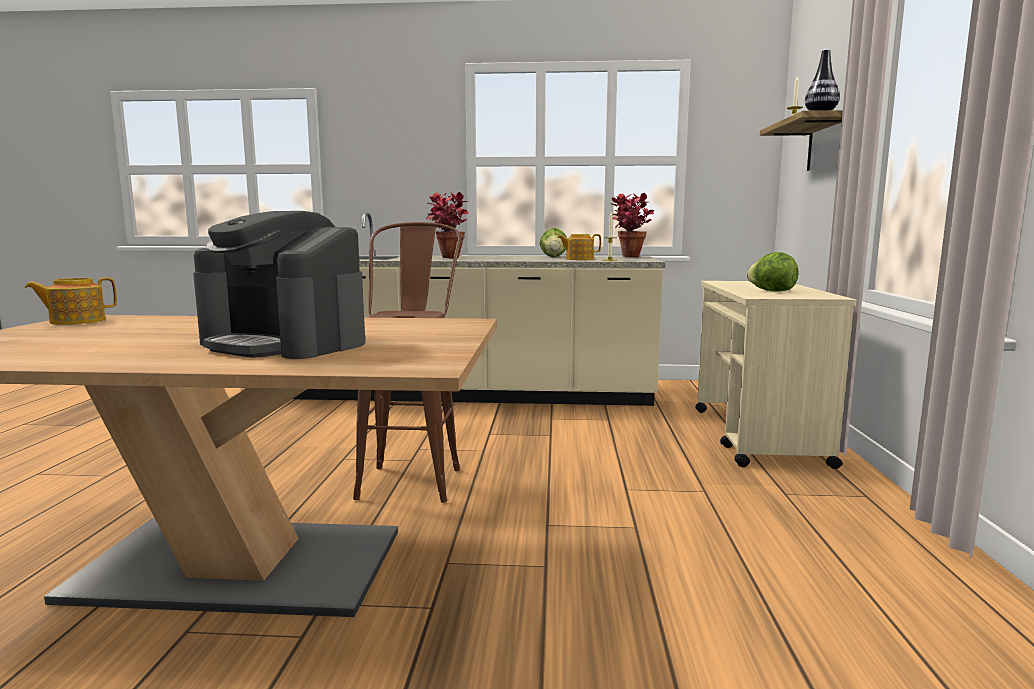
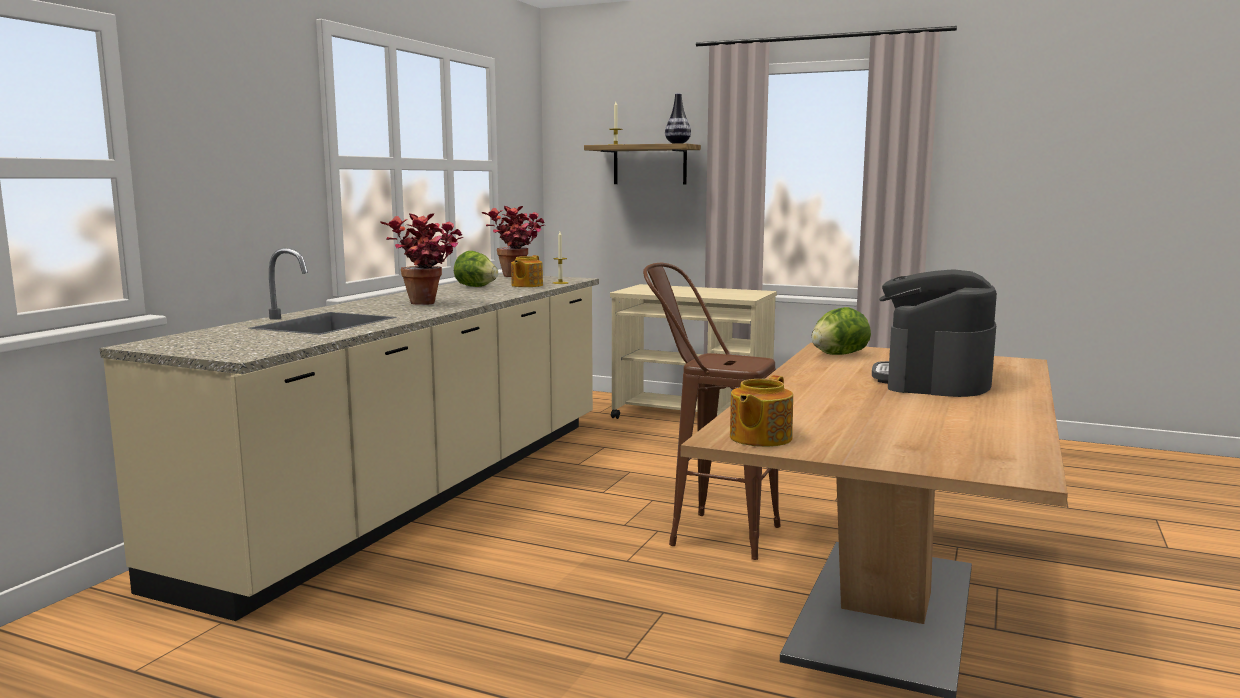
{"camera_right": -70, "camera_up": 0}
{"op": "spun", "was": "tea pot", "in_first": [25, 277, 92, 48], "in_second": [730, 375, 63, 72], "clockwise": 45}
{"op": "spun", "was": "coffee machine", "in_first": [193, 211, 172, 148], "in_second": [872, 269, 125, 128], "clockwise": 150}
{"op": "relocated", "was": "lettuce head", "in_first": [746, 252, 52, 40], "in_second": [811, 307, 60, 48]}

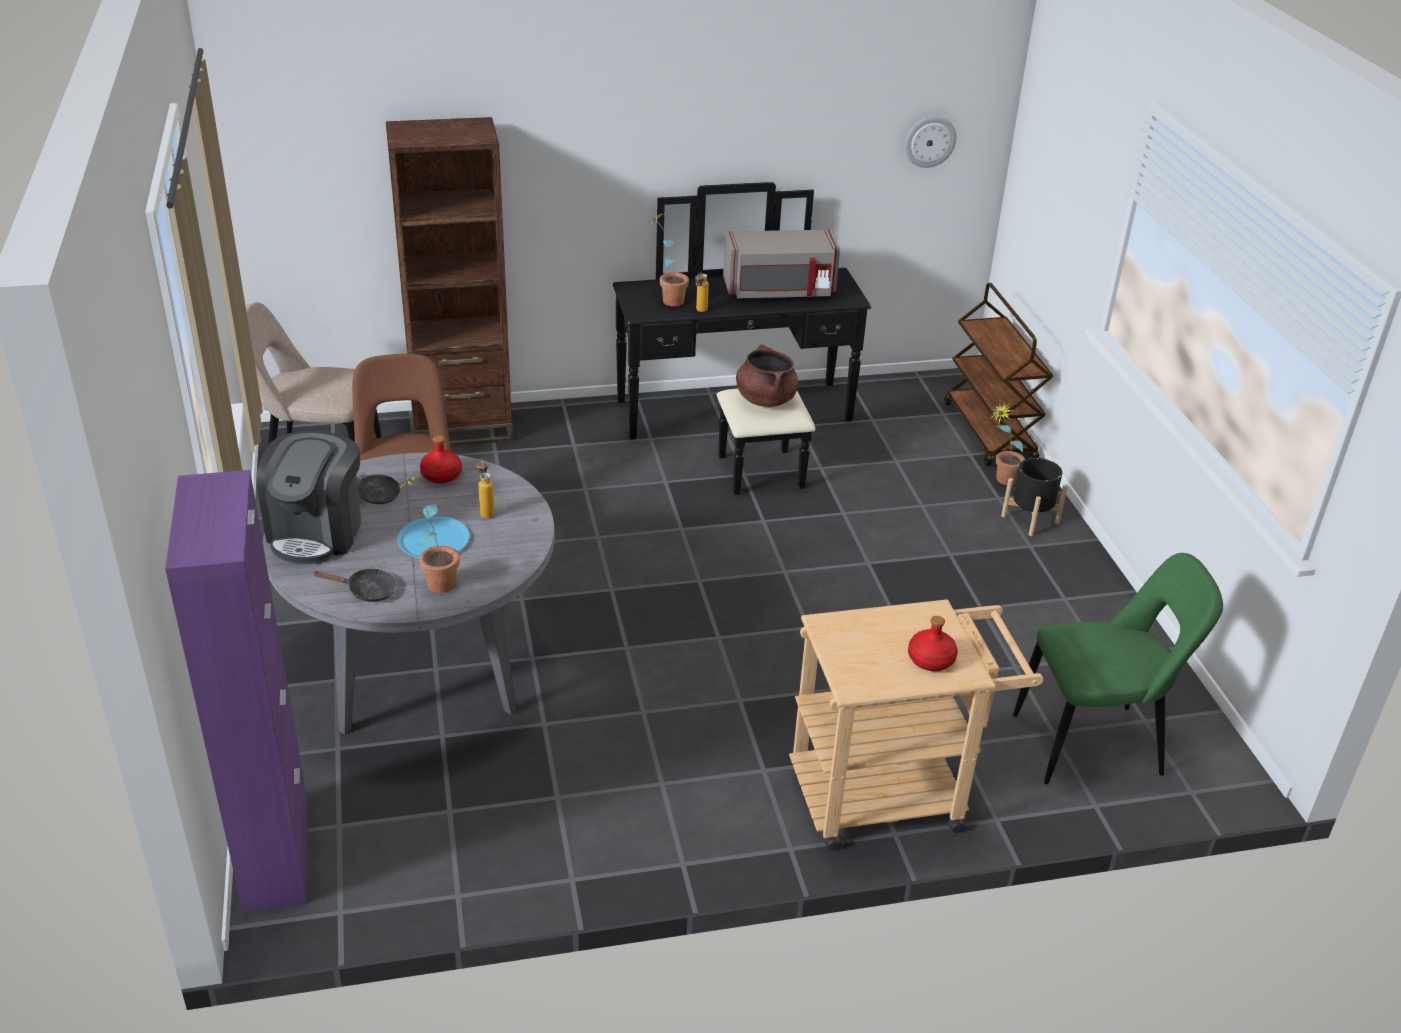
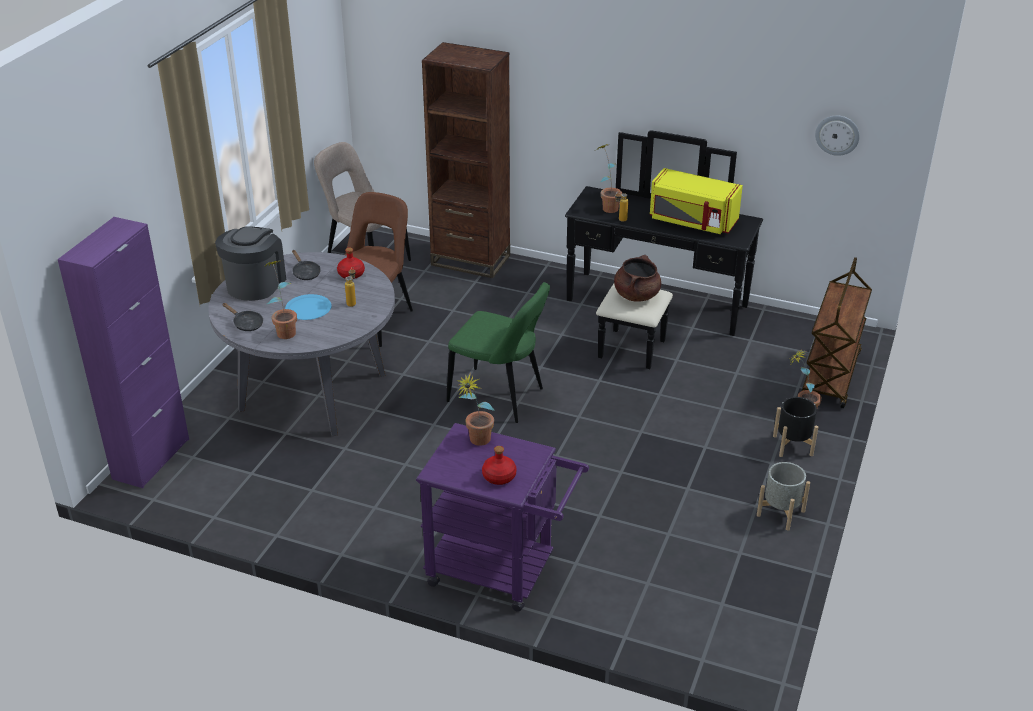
{"camera_right": 35, "camera_up": 0}
{"op": "spun", "was": "coffee machine", "in_first": [256, 431, 105, 133], "in_second": [215, 226, 71, 75], "clockwise": 150}
{"op": "colour", "was": "grey microwave", "now": "yellow microwave", "in_first": [723, 229, 117, 69], "in_second": [650, 168, 93, 66]}
{"op": "colour", "was": "sand-coloured trolley", "now": "purplish trolley", "in_first": [789, 599, 254, 252], "in_second": [416, 423, 173, 189]}
{"op": "relocated", "was": "greenish upright chair", "in_first": [1013, 553, 210, 231], "in_second": [447, 282, 103, 141]}
{"op": "appeared", "now": "plant in a pot", "in_second": [457, 372, 37, 74]}
{"op": "appeared", "now": "grey planter", "in_second": [757, 462, 53, 69]}

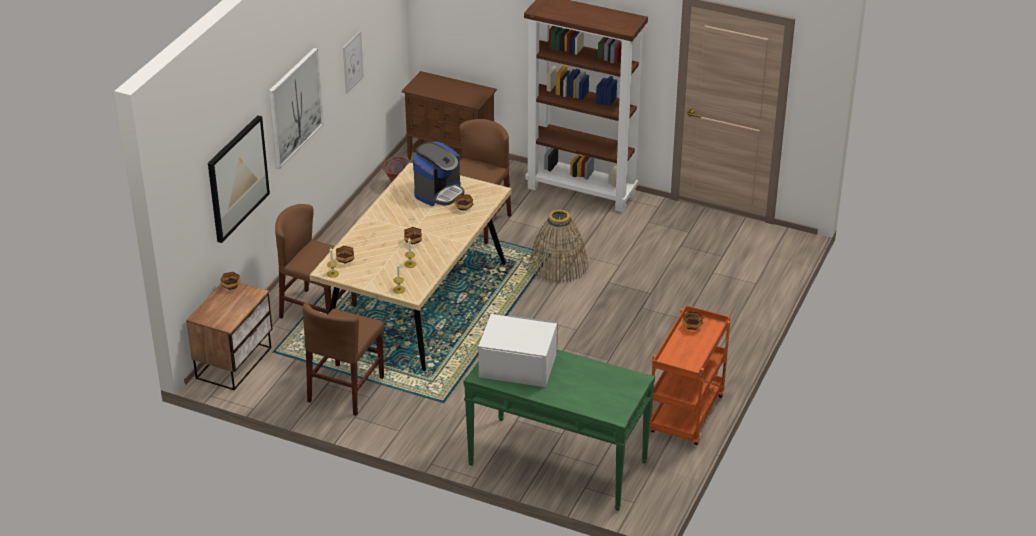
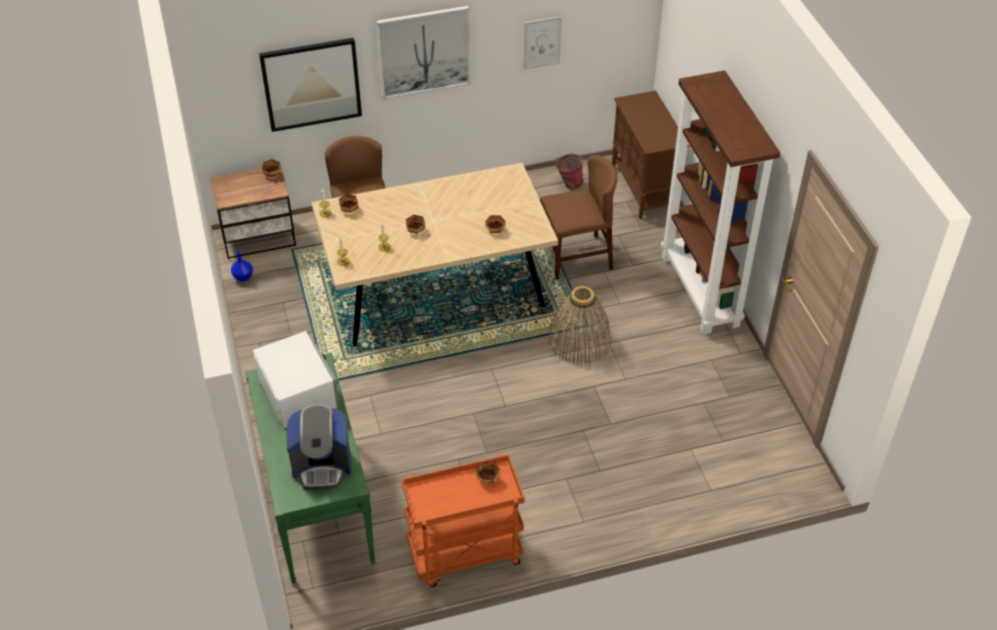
{"camera_right": 50, "camera_up": 10}
{"op": "missing", "was": "brown upright chair", "in_first": [303, 303, 81, 113]}
{"op": "relocated", "was": "coffee machine", "in_first": [413, 142, 52, 64], "in_second": [287, 404, 65, 86]}
{"op": "appeared", "now": "blue-coloured flower vase", "in_second": [231, 251, 22, 31]}

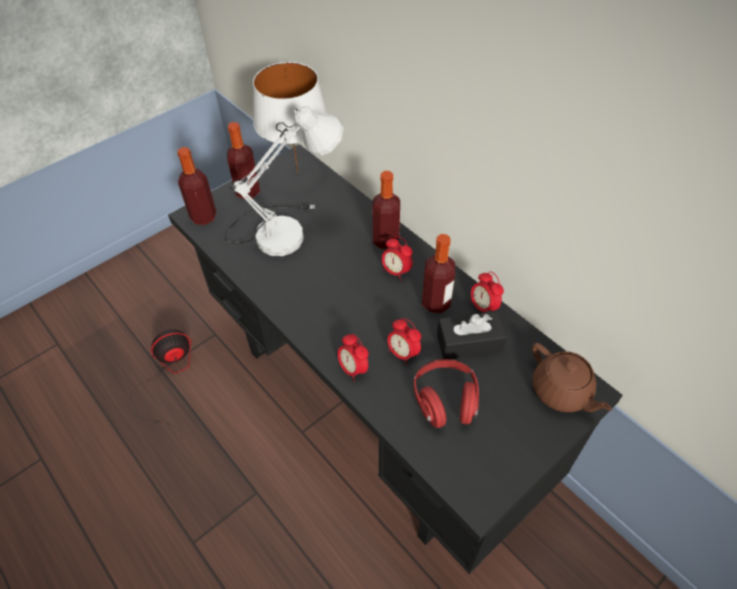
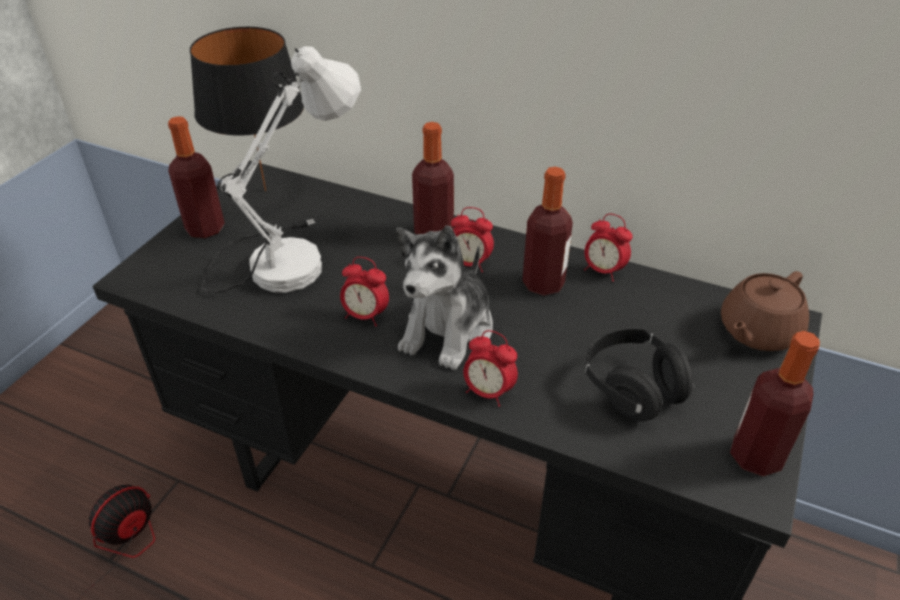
{"camera_right": -25, "camera_up": -10}
{"op": "relocated", "was": "drink bottle", "in_first": [177, 147, 40, 78], "in_second": [730, 331, 90, 145]}
{"op": "colour", "was": "whitish tabletop lamp", "now": "black tabletop lamp", "in_first": [253, 62, 74, 111], "in_second": [190, 27, 114, 164]}
{"op": "relocated", "was": "bedside clock", "in_first": [387, 318, 34, 47], "in_second": [340, 257, 49, 69]}
{"op": "colour", "was": "red headphones", "now": "black headphones", "in_first": [414, 359, 65, 69], "in_second": [585, 329, 110, 92]}
{"op": "missing", "was": "black tissue box", "in_first": [437, 311, 70, 48]}
{"op": "spun", "was": "brown tea pot", "in_first": [532, 343, 80, 69], "in_second": [721, 271, 88, 80], "clockwise": 105}
{"op": "appeared", "now": "cuddly toy", "in_second": [396, 226, 97, 144]}

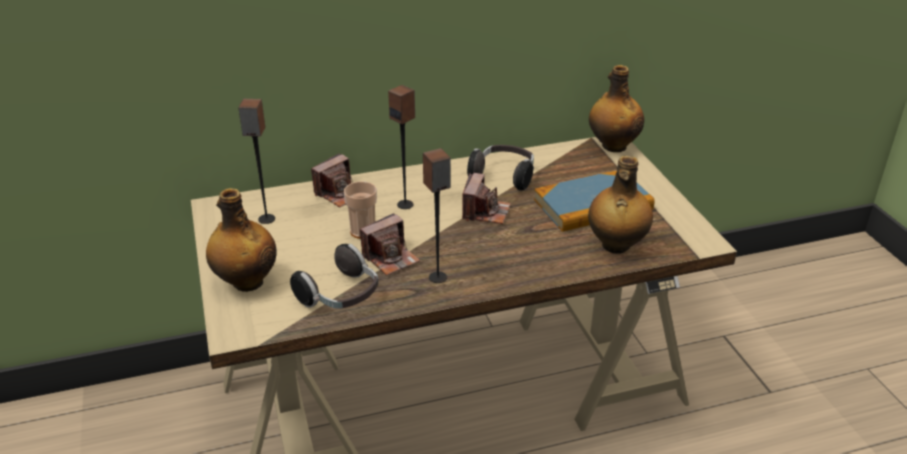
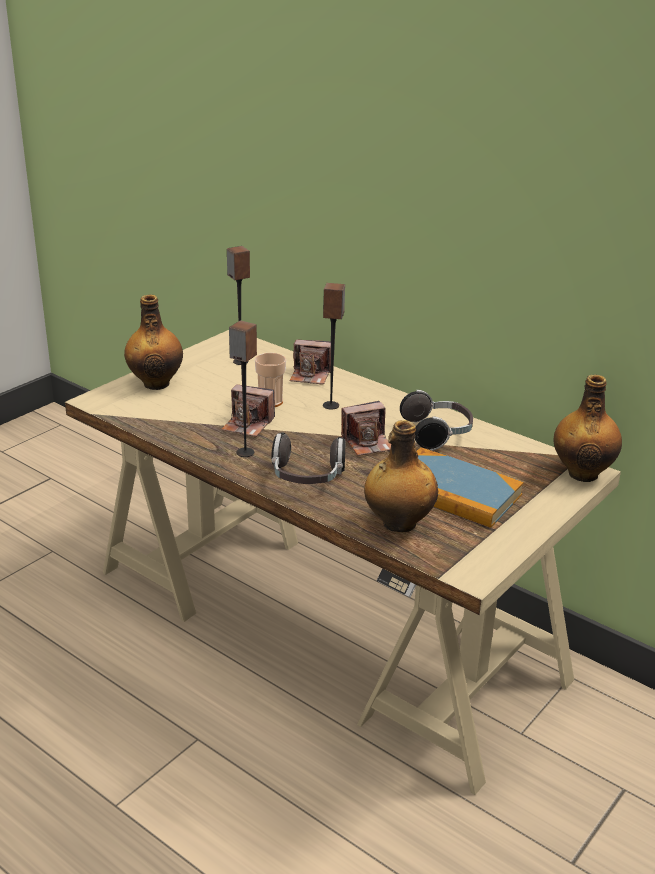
{"camera_right": 55, "camera_up": -5}
{"op": "relocated", "was": "headphones", "in_first": [290, 244, 88, 65], "in_second": [271, 432, 75, 52]}

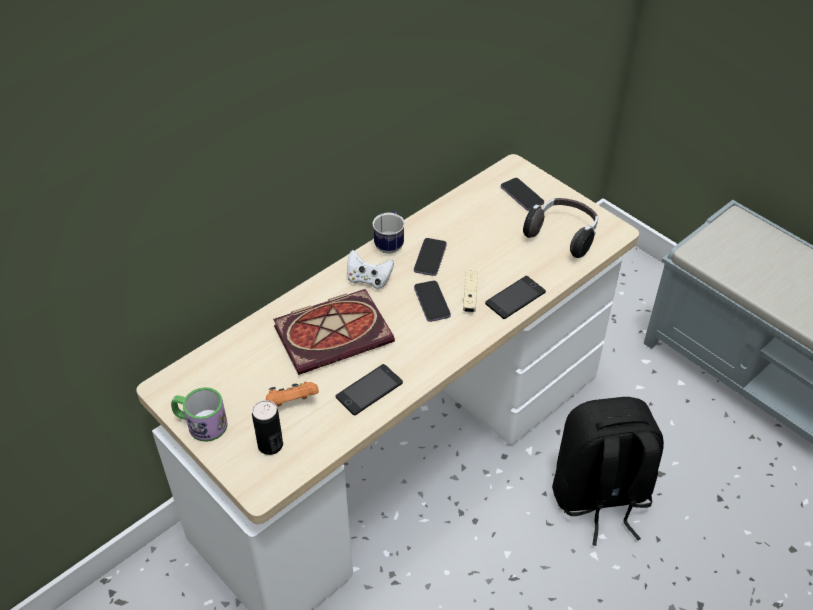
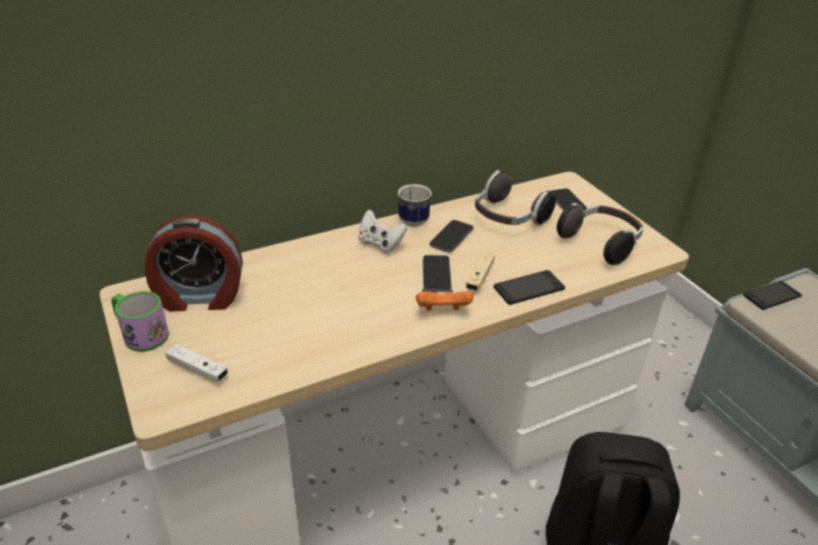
{"camera_right": 15, "camera_up": -10}
{"op": "exchanged", "was": "can", "now": "whitish game controller", "in_first": [252, 400, 31, 55], "in_second": [166, 344, 62, 38]}
{"op": "relocated", "was": "orangey game controller", "in_first": [266, 382, 53, 25], "in_second": [416, 289, 57, 22]}
{"op": "missing", "was": "book", "in_first": [273, 289, 122, 86]}
{"op": "relocated", "was": "phone", "in_first": [336, 364, 67, 52], "in_second": [743, 281, 59, 29]}
{"op": "appeared", "now": "bedside clock", "in_second": [145, 215, 98, 96]}
{"op": "appeared", "now": "headphones", "in_second": [475, 170, 81, 56]}

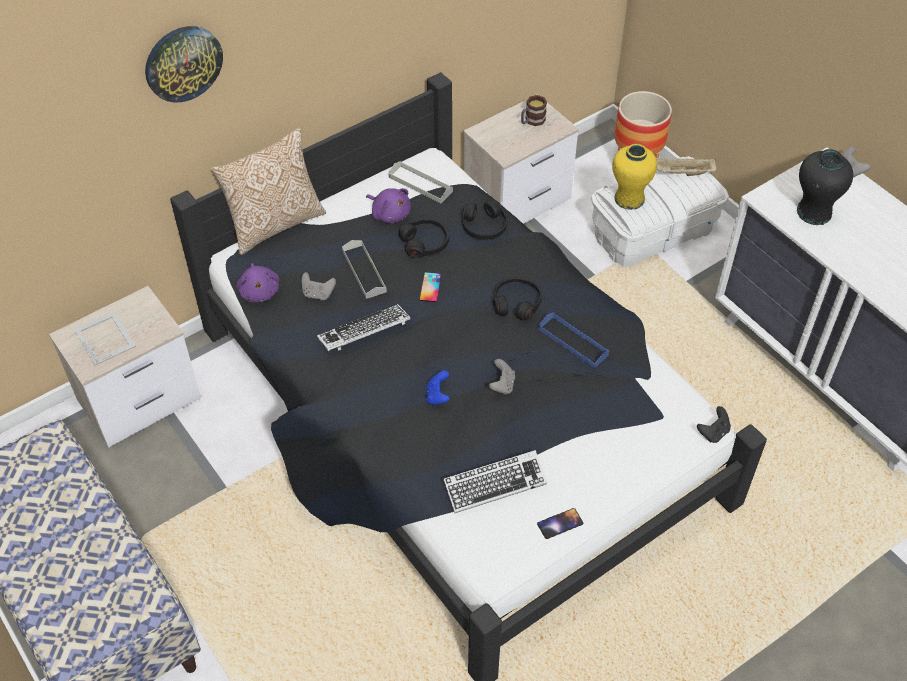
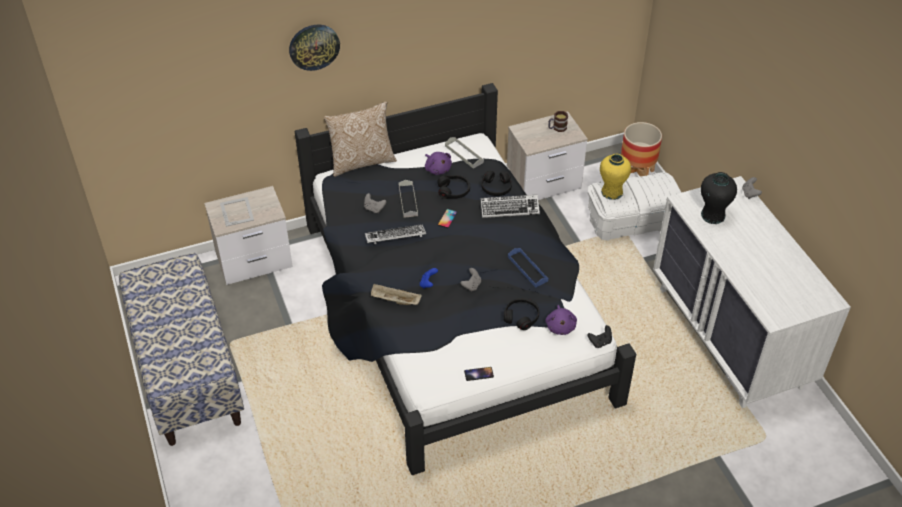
{"camera_right": 15, "camera_up": -5}
{"op": "relocated", "was": "purplish cuddly toy", "in_first": [236, 263, 43, 40], "in_second": [545, 305, 32, 30]}
{"op": "relocated", "was": "computer keyboard", "in_first": [443, 450, 104, 63], "in_second": [480, 195, 60, 23]}
{"op": "relocated", "was": "black headphones", "in_first": [493, 276, 49, 45], "in_second": [504, 298, 35, 32]}
{"op": "relocated", "was": "sand-coloured tray", "in_first": [656, 158, 61, 18], "in_second": [371, 284, 51, 21]}

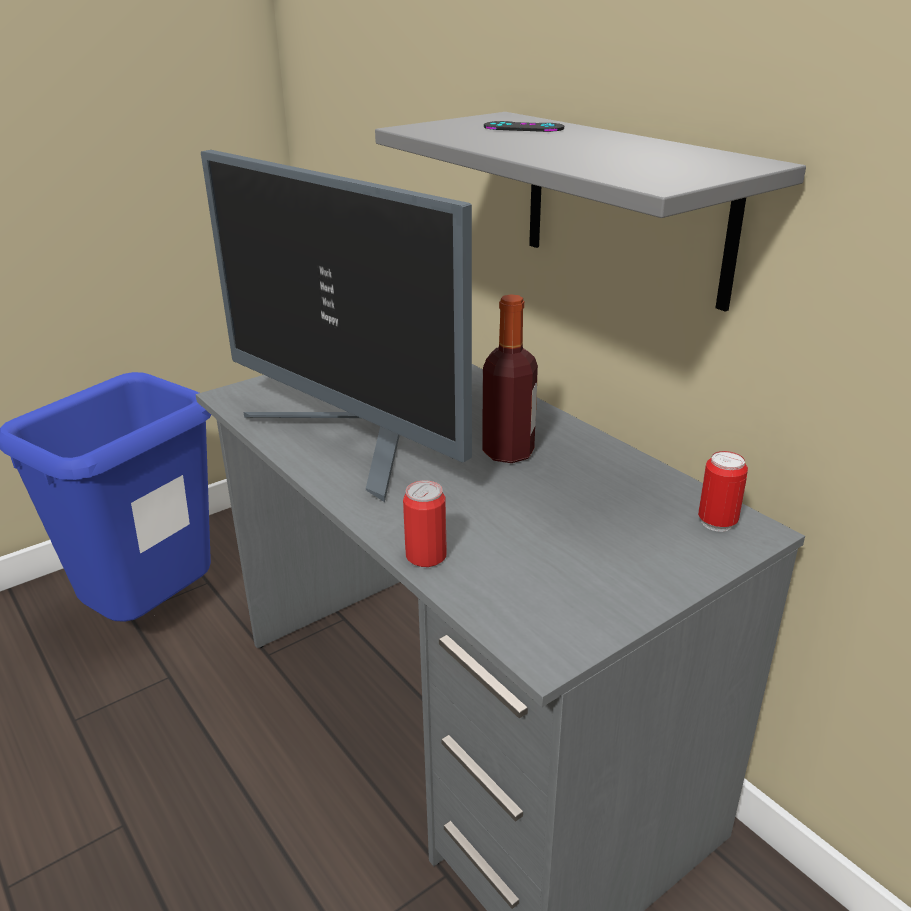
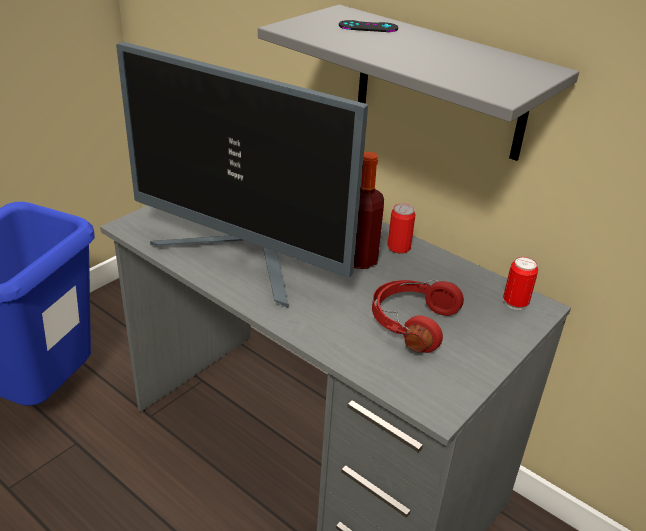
{"camera_right": -15, "camera_up": 5}
{"op": "relocated", "was": "can", "in_first": [403, 481, 44, 86], "in_second": [387, 203, 29, 50]}
{"op": "appeared", "now": "red headphones", "in_second": [372, 280, 92, 73]}

